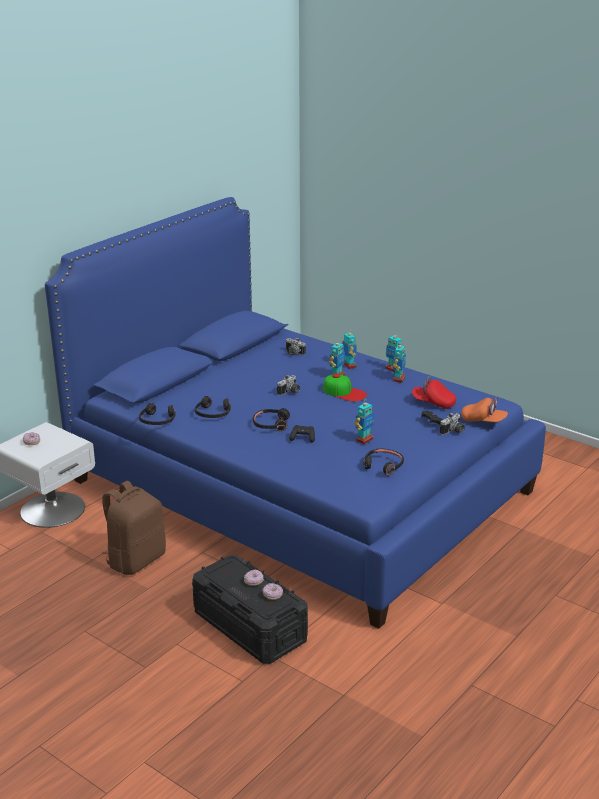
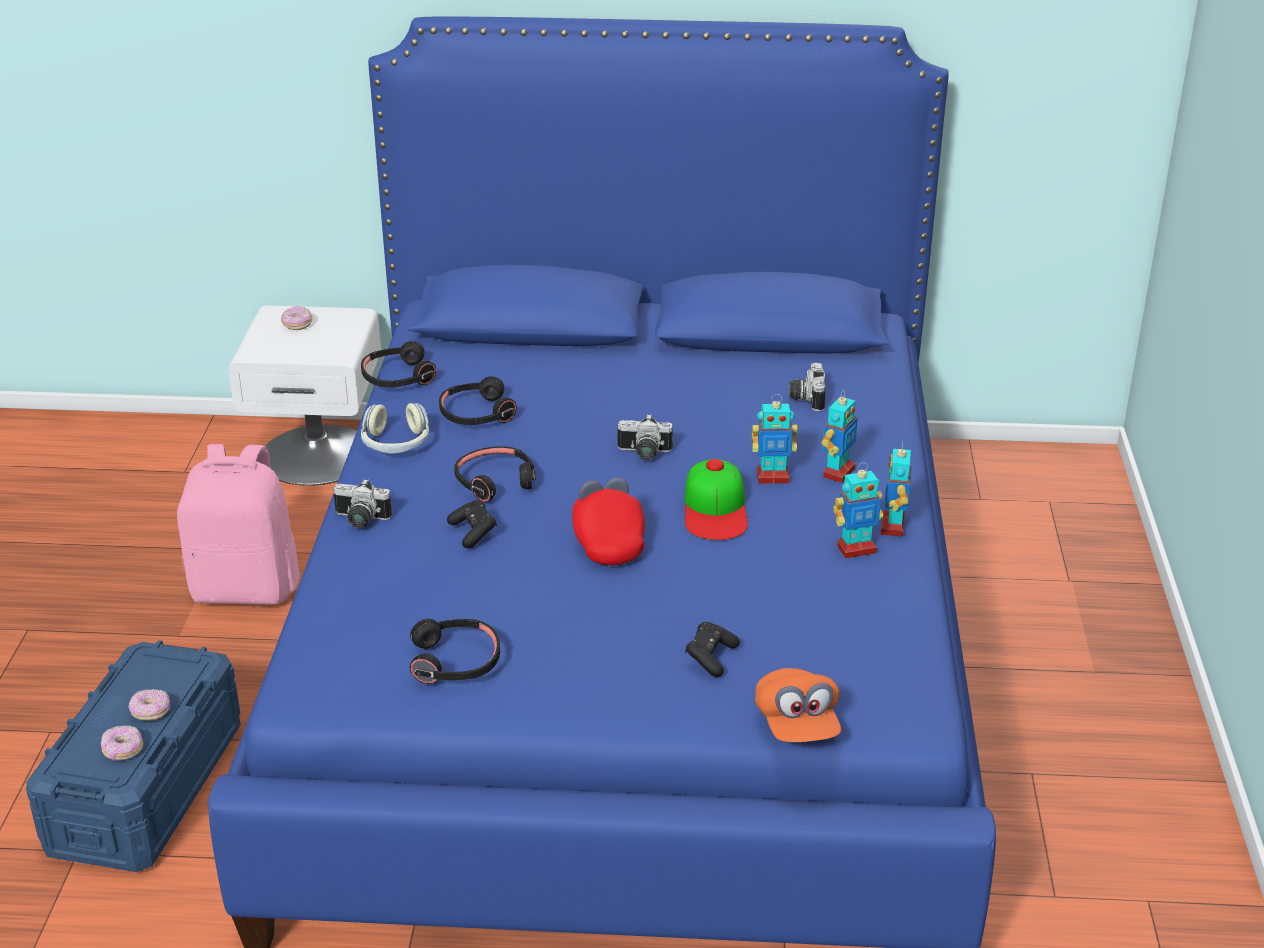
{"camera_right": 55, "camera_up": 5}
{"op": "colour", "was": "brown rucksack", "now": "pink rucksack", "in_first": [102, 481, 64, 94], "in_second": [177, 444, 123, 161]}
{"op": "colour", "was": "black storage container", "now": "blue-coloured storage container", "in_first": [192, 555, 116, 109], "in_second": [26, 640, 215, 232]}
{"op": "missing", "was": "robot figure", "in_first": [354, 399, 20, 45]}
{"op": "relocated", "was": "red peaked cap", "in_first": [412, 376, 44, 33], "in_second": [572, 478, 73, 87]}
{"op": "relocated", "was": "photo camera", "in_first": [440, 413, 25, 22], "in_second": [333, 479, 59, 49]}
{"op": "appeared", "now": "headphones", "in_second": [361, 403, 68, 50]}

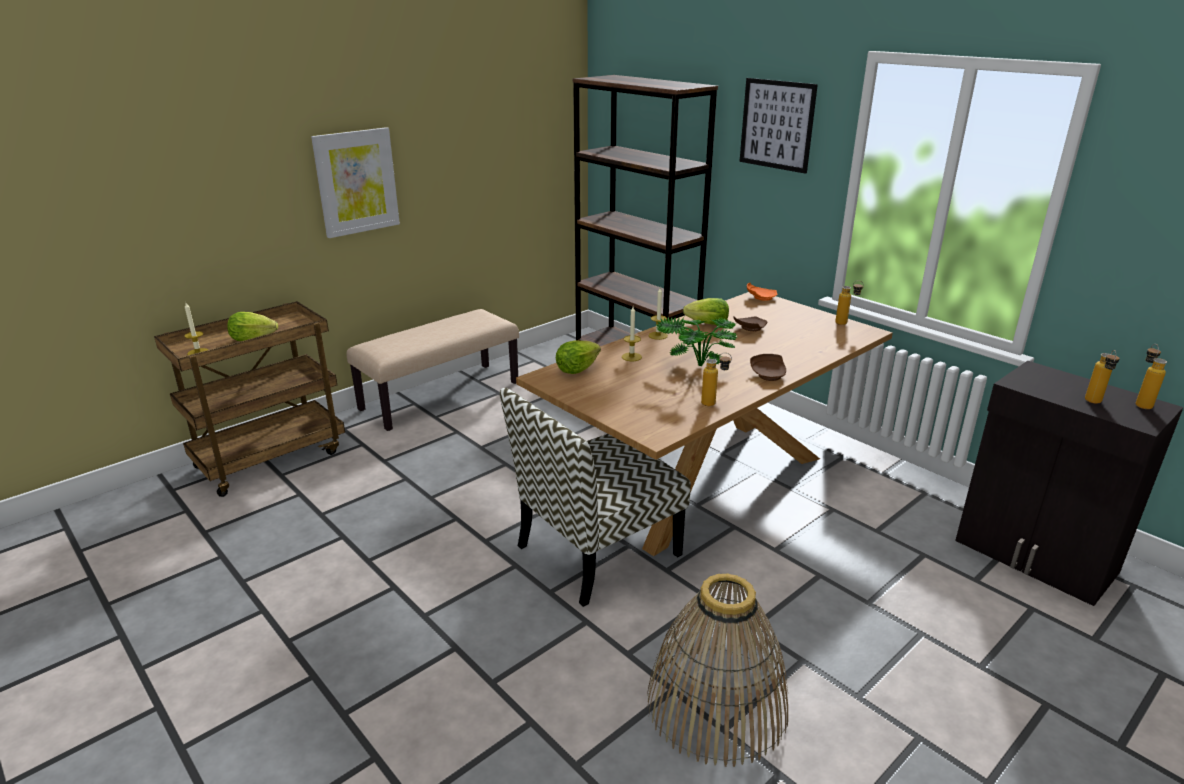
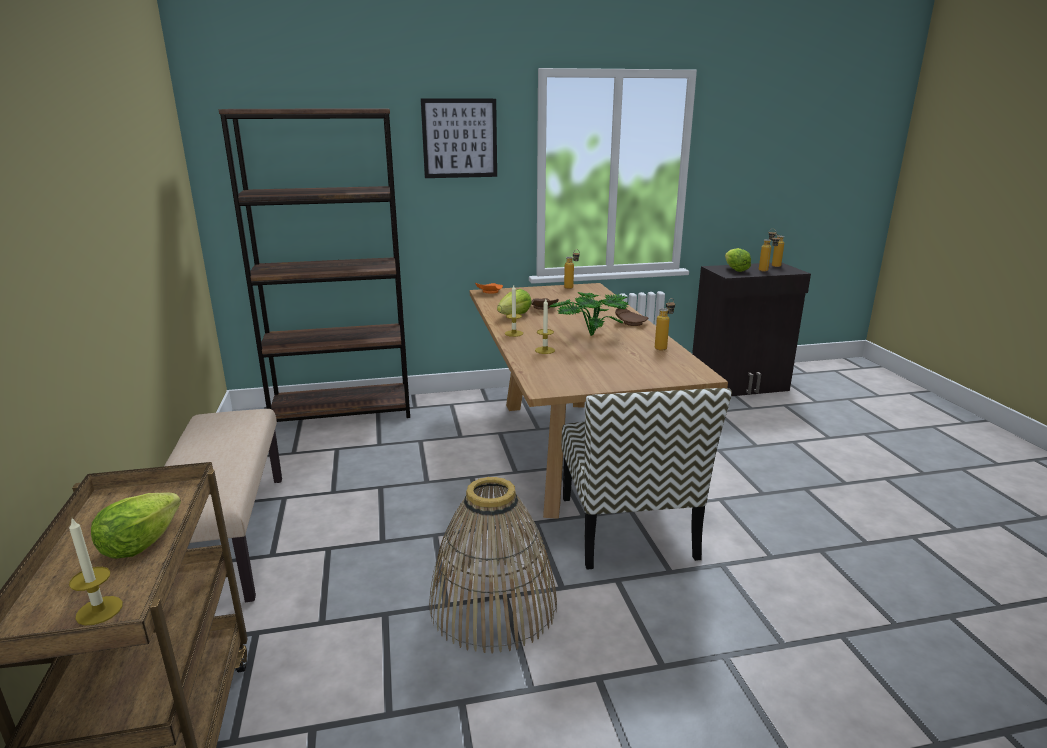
{"camera_right": -60, "camera_up": -5}
{"op": "missing", "was": "picture", "in_first": [311, 127, 89, 111]}
{"op": "relocated", "was": "lettuce head", "in_first": [556, 341, 45, 33], "in_second": [725, 248, 26, 24]}
{"op": "relocated", "was": "basket", "in_first": [647, 573, 141, 194], "in_second": [429, 477, 128, 177]}

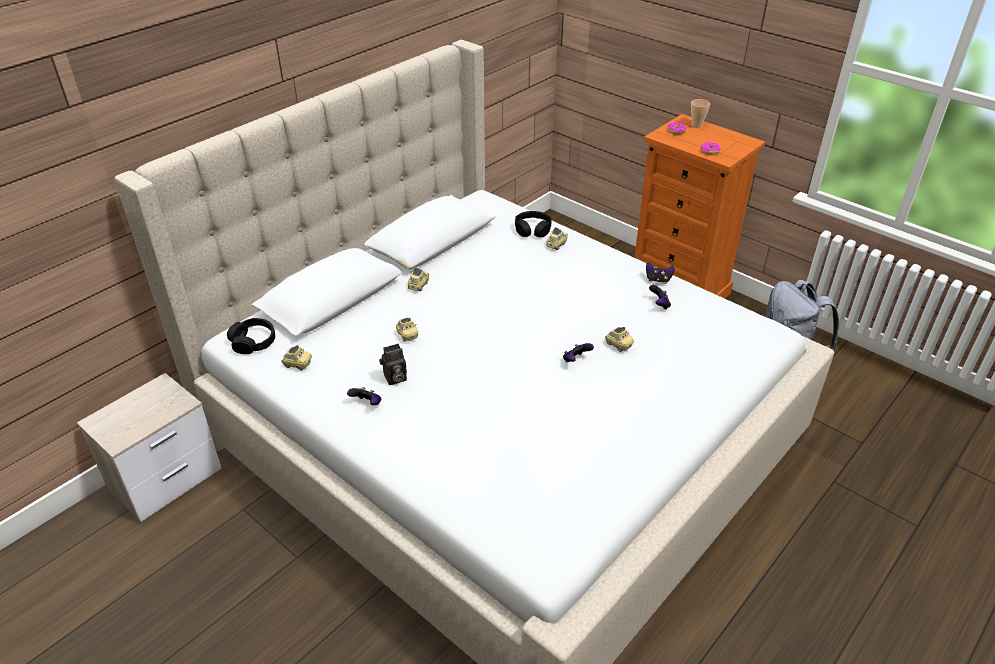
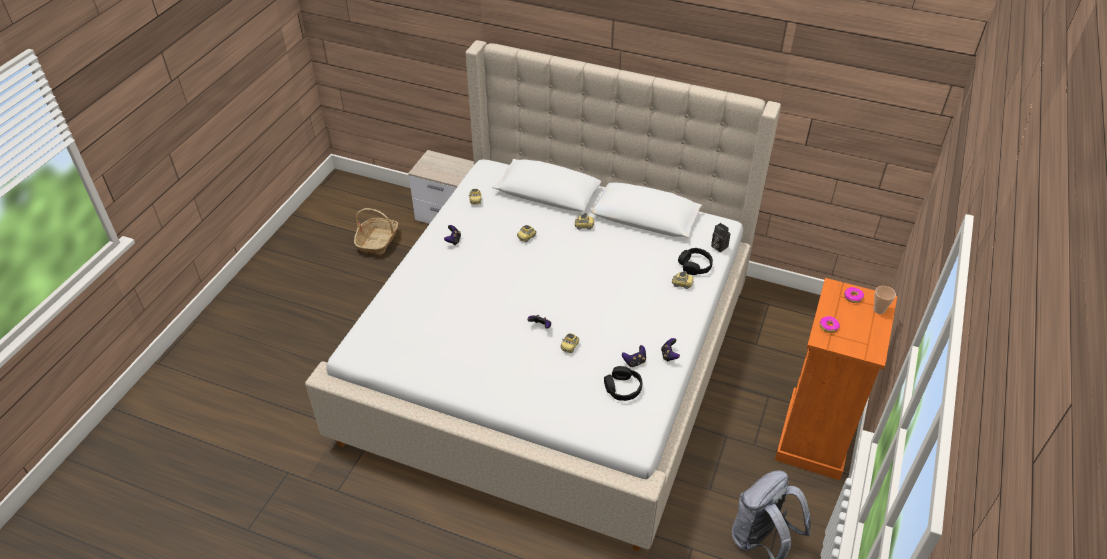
{"camera_right": 70, "camera_up": 5}
{"op": "relocated", "was": "black headphones", "in_first": [227, 318, 48, 36], "in_second": [604, 366, 38, 35]}
{"op": "relocated", "was": "photo camera", "in_first": [379, 344, 28, 41], "in_second": [711, 223, 19, 29]}
{"op": "appeared", "now": "basket", "in_second": [354, 208, 44, 47]}

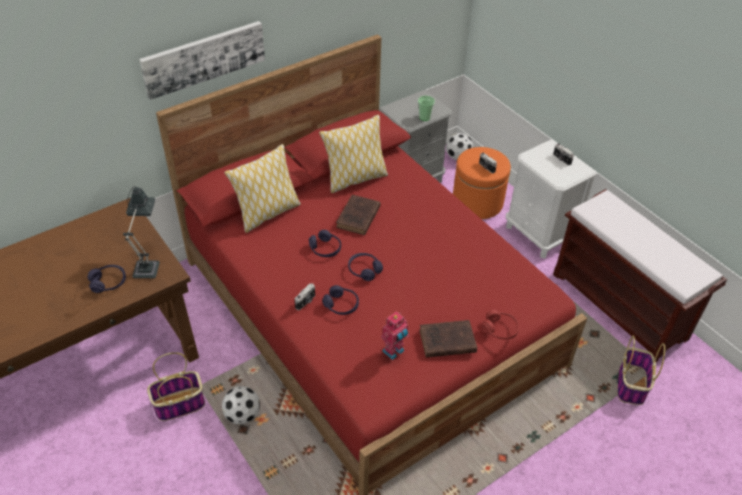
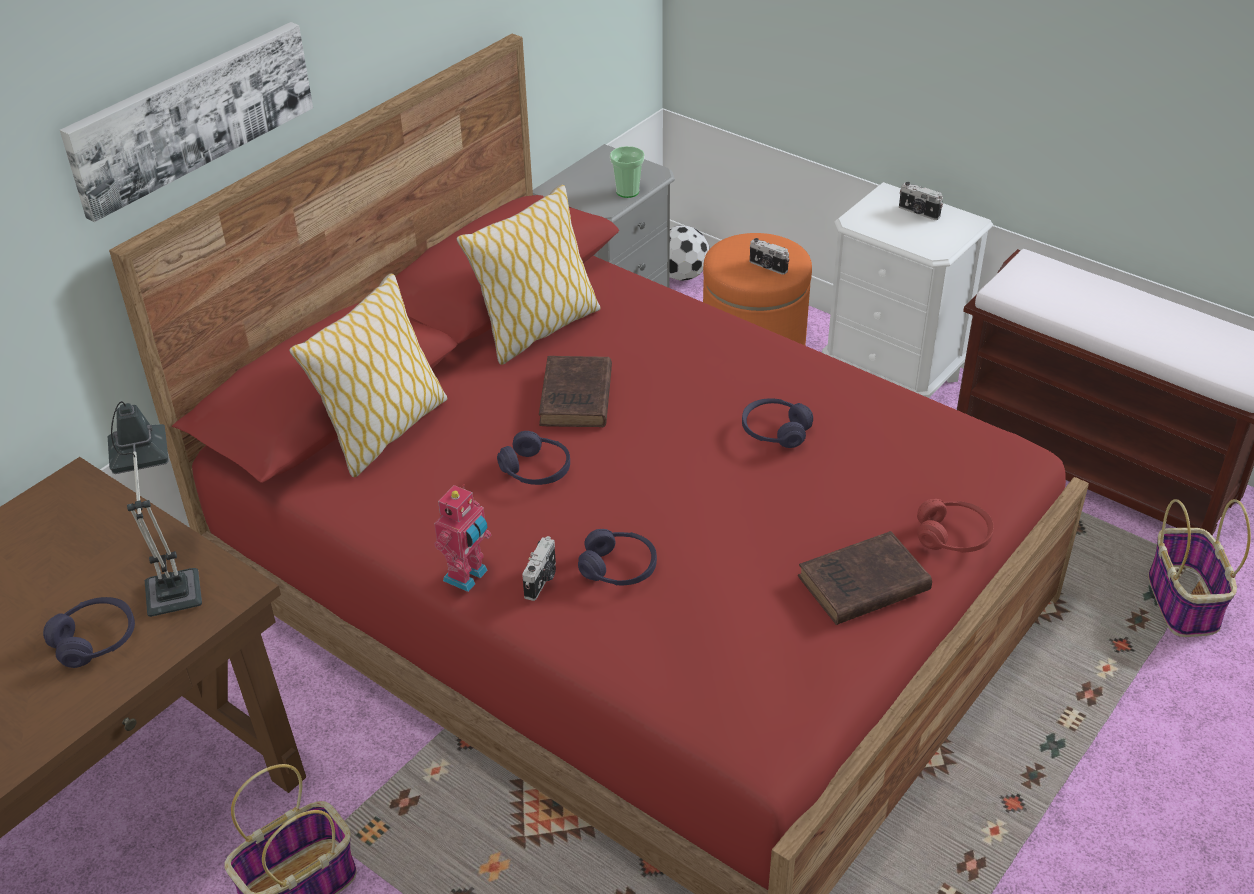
{"camera_right": -15, "camera_up": -5}
{"op": "missing", "was": "football", "in_first": [222, 386, 38, 39]}
{"op": "relocated", "was": "purplish headphones", "in_first": [348, 253, 35, 28], "in_second": [742, 398, 71, 50]}
{"op": "relocated", "was": "robot figure", "in_first": [381, 311, 29, 49], "in_second": [434, 484, 57, 108]}

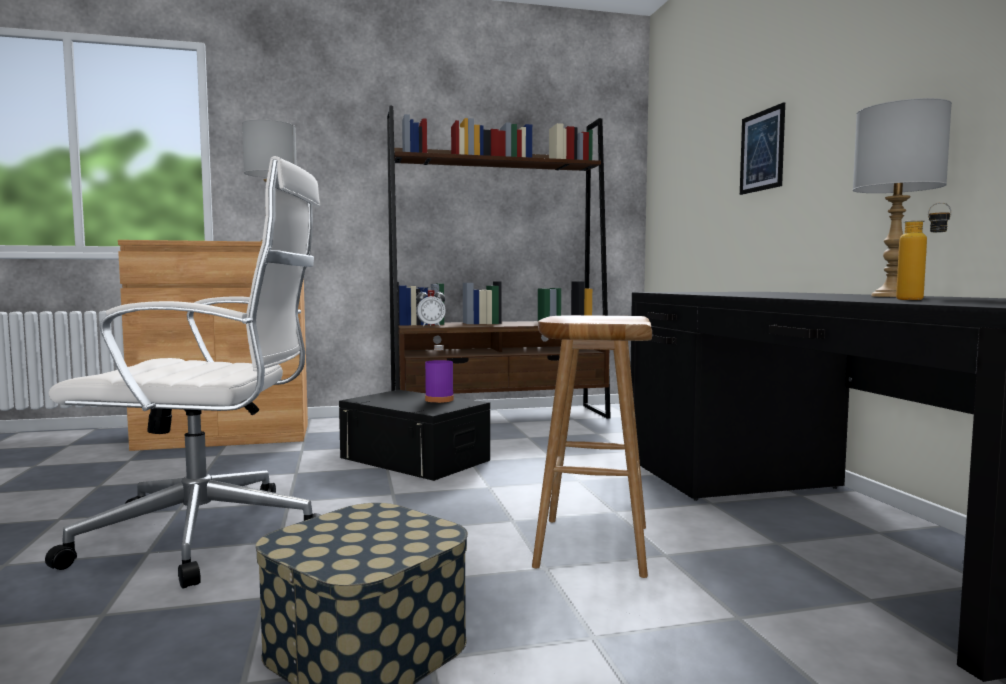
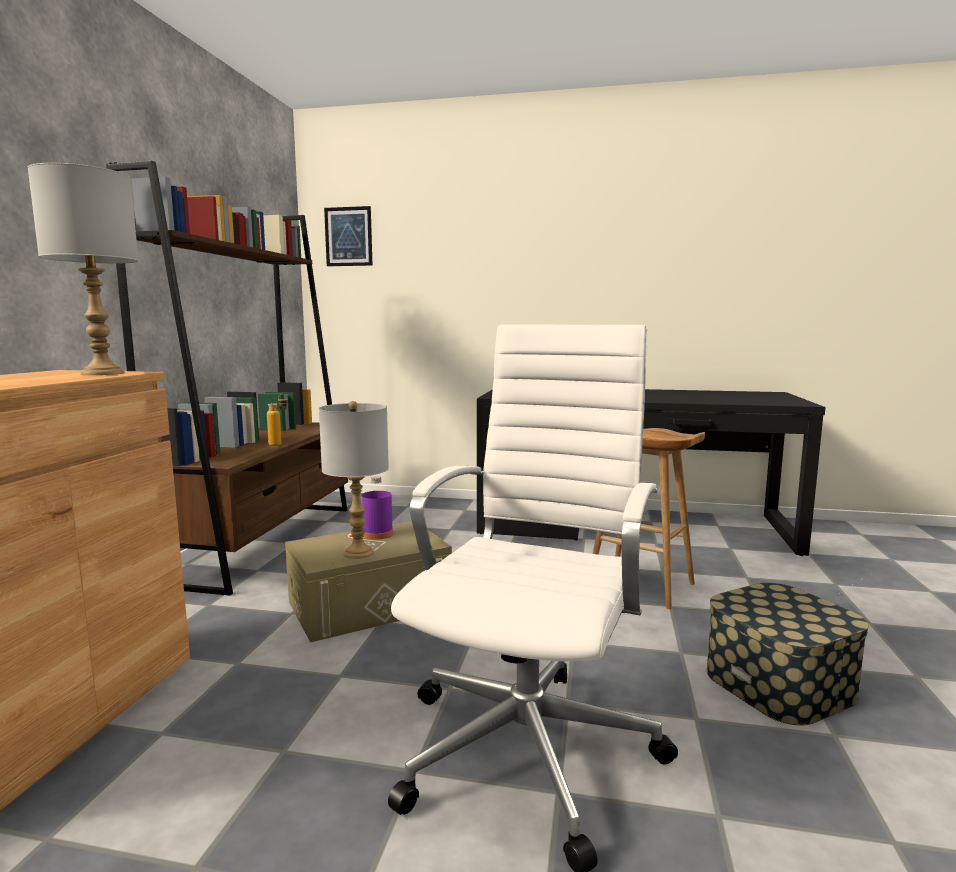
{"camera_right": -65, "camera_up": 5}
{"op": "colour", "was": "black storage container", "now": "sand-coloured storage container", "in_first": [339, 390, 151, 91], "in_second": [285, 521, 167, 121]}
{"op": "missing", "was": "bedside clock", "in_first": [416, 287, 30, 40]}
{"op": "relocated", "was": "picture", "in_first": [740, 102, 45, 93], "in_second": [324, 206, 48, 60]}
{"op": "relocated", "was": "grey tabletop lamp", "in_first": [853, 98, 99, 199], "in_second": [319, 401, 70, 158]}
{"op": "relocated", "was": "drink bottle", "in_first": [896, 202, 56, 98], "in_second": [267, 394, 21, 52]}

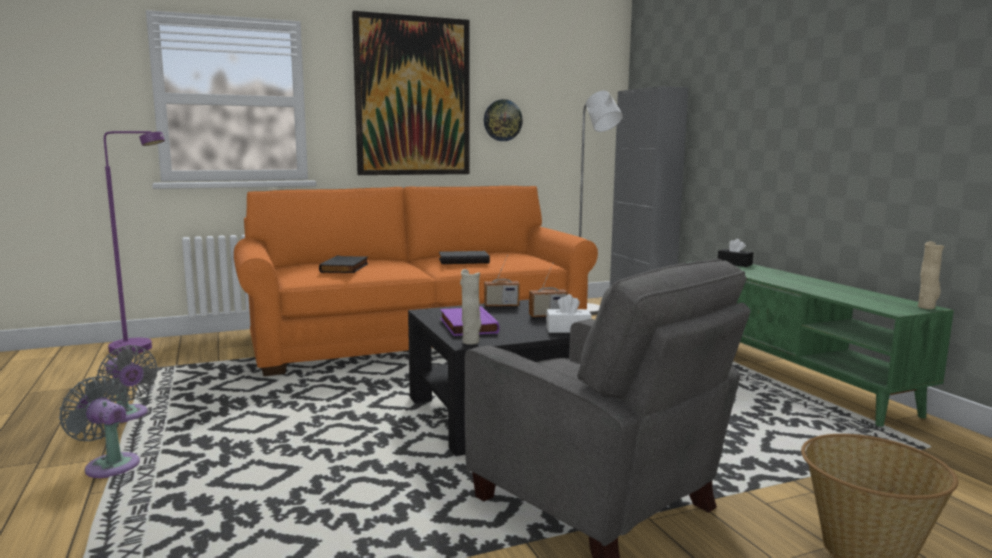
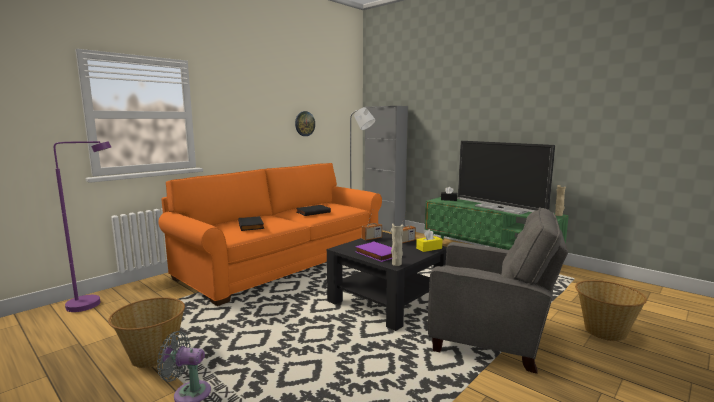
{"camera_right": -25, "camera_up": 0}
{"op": "exchanged", "was": "grey cooling fan", "now": "basket", "in_first": [97, 345, 61, 78], "in_second": [108, 297, 77, 71]}
{"op": "missing", "was": "picture", "in_first": [352, 11, 118, 164]}
{"op": "colour", "was": "whitish tissue box", "now": "yellow tissue box", "in_first": [546, 294, 46, 39], "in_second": [416, 229, 27, 23]}
{"op": "appeared", "now": "TV set", "in_second": [458, 141, 97, 74]}

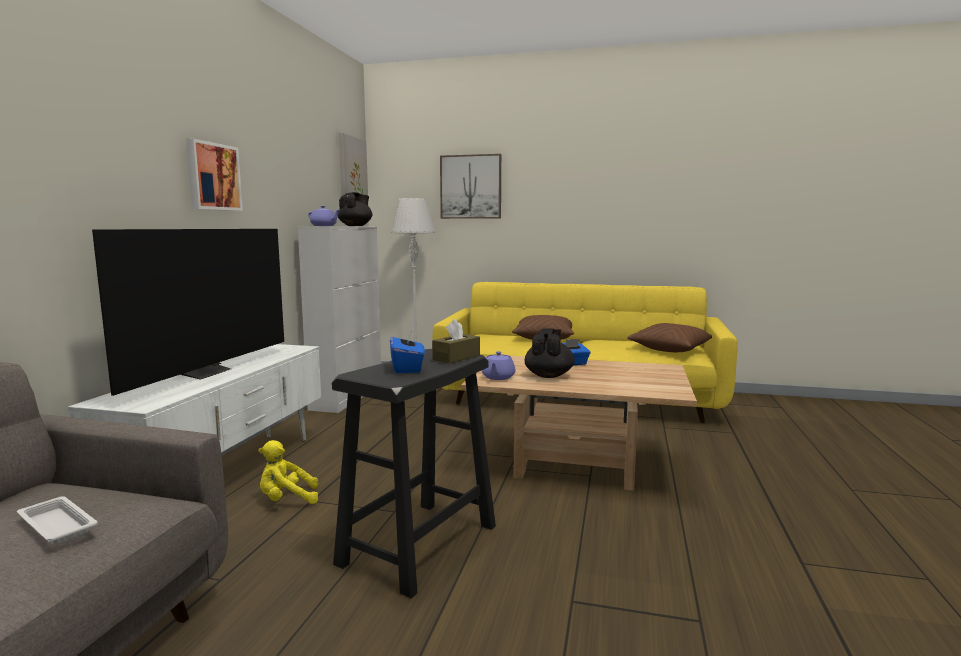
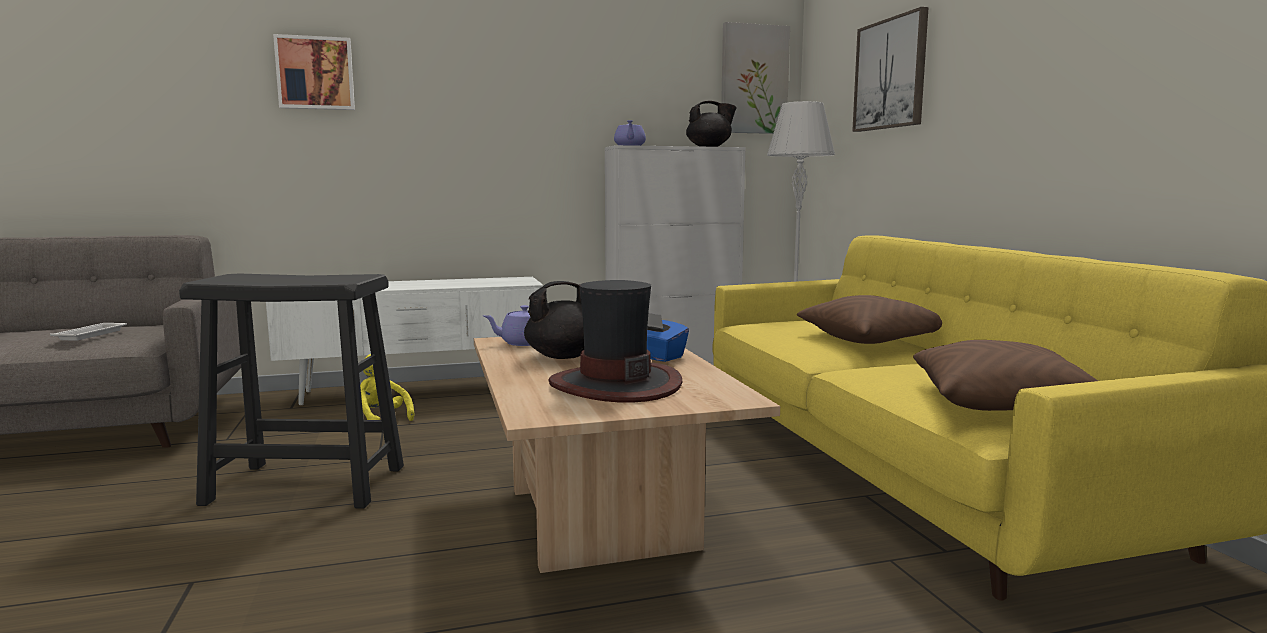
{"camera_right": 60, "camera_up": 0}
{"op": "missing", "was": "TV set", "in_first": [92, 229, 192, 167]}
{"op": "relocated", "was": "picture", "in_first": [186, 139, 57, 72], "in_second": [273, 34, 82, 76]}
{"op": "missing", "was": "blue-coloured tissue box", "in_first": [390, 329, 35, 44]}
{"op": "missing", "was": "brown tissue box", "in_first": [432, 319, 48, 44]}
{"op": "appeared", "now": "hat", "in_second": [548, 280, 135, 123]}

